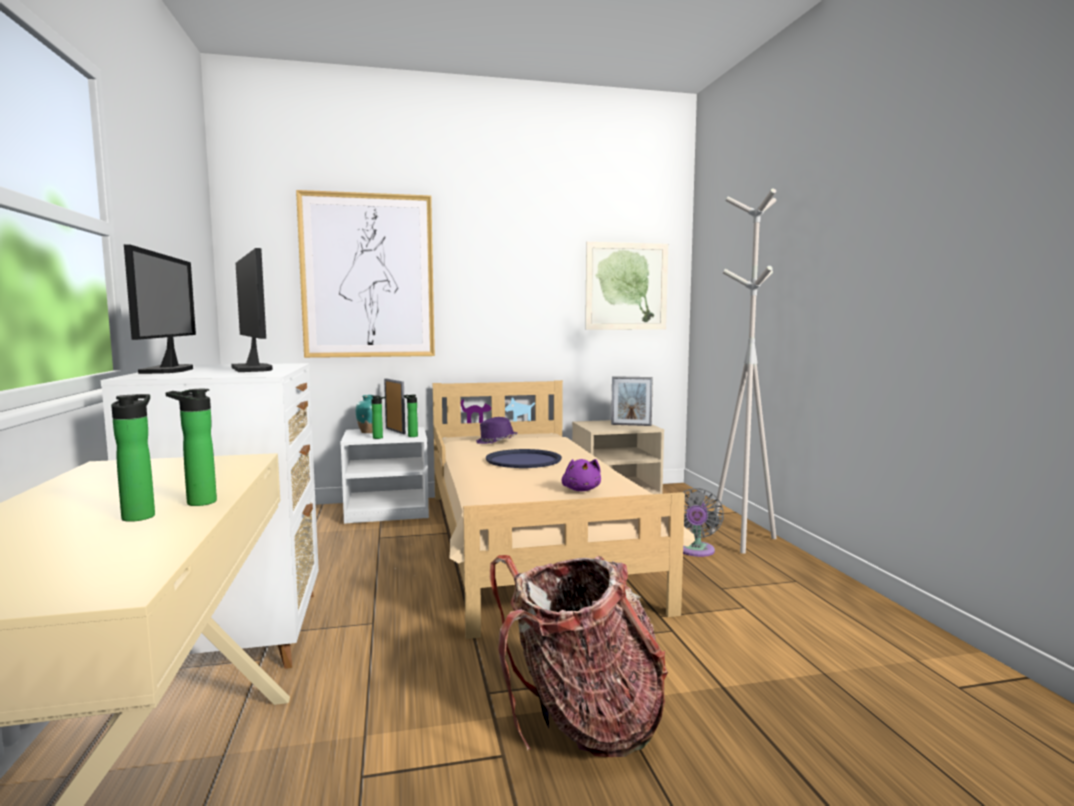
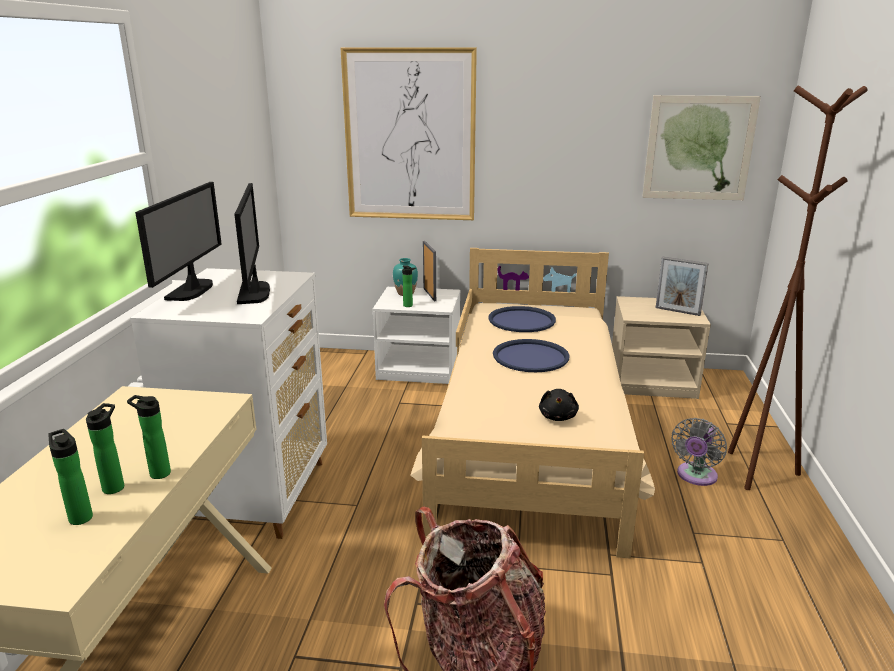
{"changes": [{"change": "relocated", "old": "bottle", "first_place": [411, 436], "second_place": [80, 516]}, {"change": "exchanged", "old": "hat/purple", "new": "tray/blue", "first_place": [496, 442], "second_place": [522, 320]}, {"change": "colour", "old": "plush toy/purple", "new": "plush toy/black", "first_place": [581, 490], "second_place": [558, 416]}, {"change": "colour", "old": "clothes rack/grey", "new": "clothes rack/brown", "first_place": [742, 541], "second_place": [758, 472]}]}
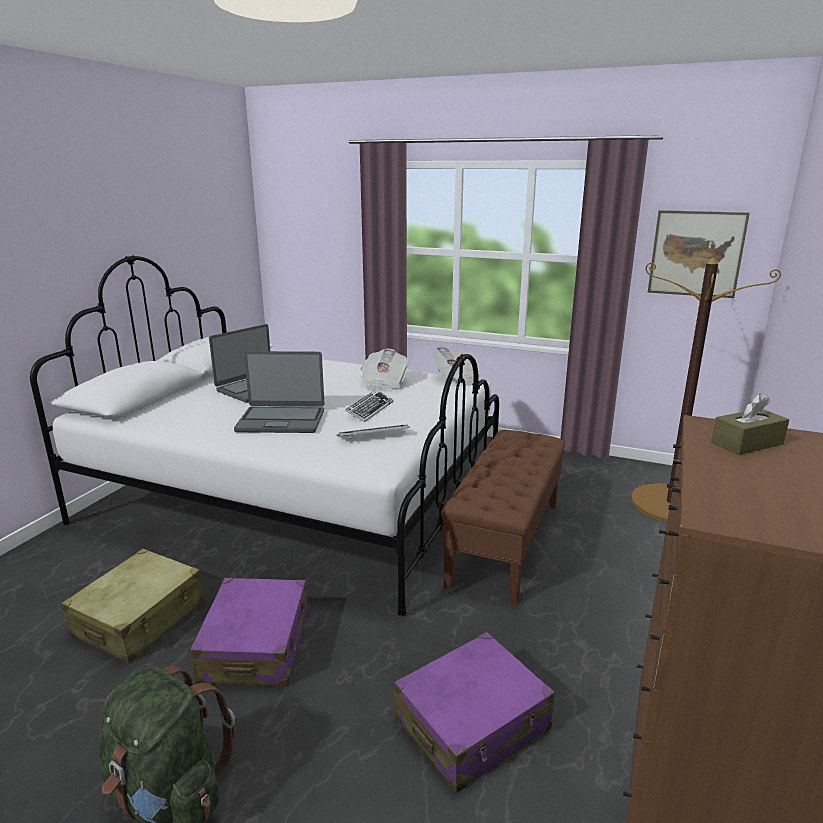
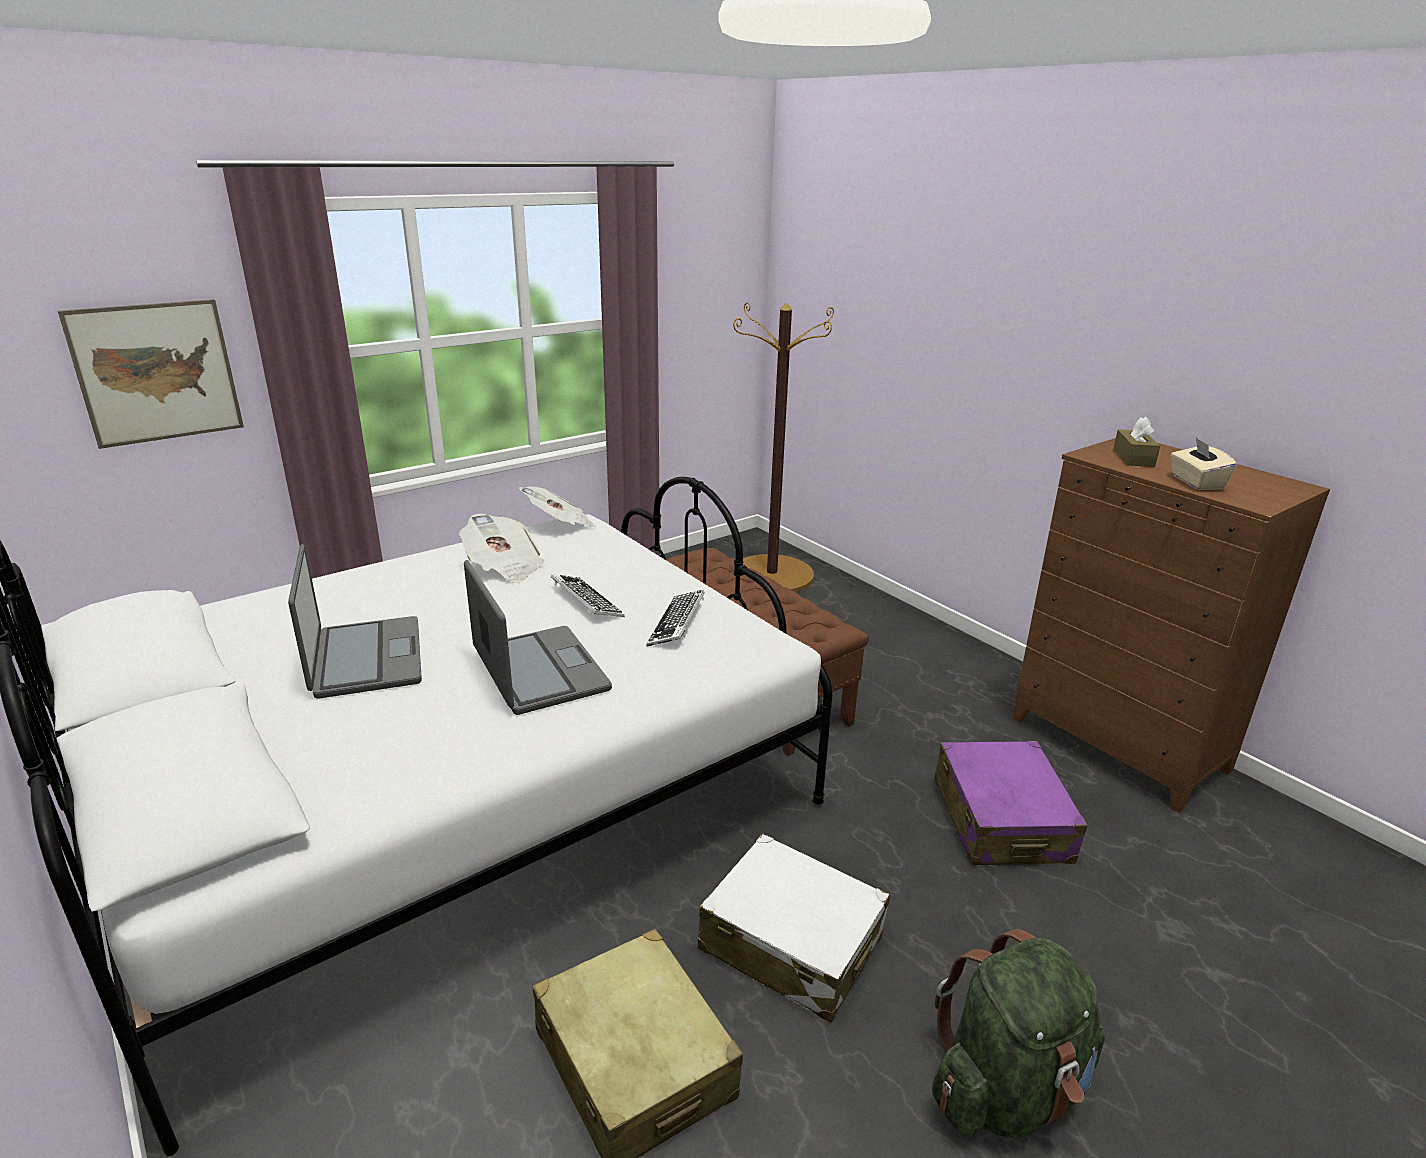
{"changes": [{"change": "relocated", "old": "picture", "first_place": [696, 254], "second_place": [157, 372]}, {"change": "spun", "old": "laptop", "first_place": [281, 420], "second_place": [539, 672], "degrees": -60}, {"change": "colour", "old": "suitcase/purple", "new": "suitcase/white", "first_place": [256, 646], "second_place": [791, 944]}, {"change": "appeared", "new": "tissue box/beige", "second_place": [1196, 482]}]}
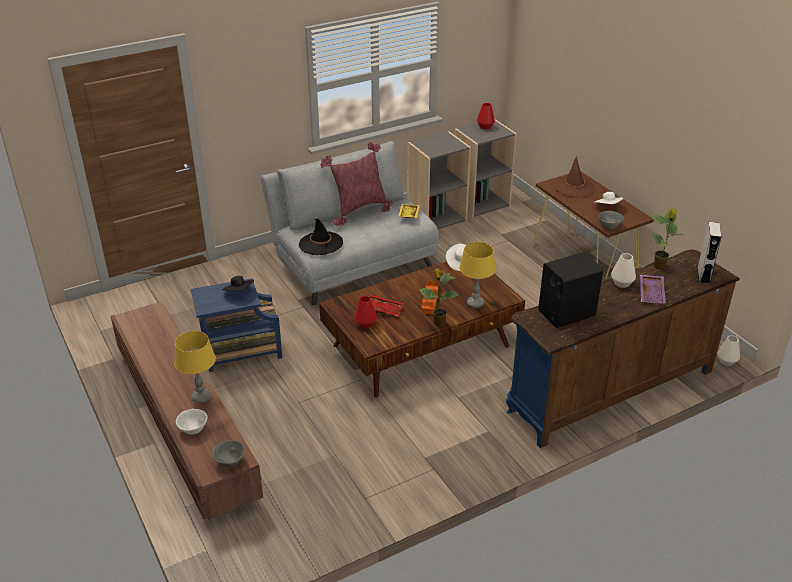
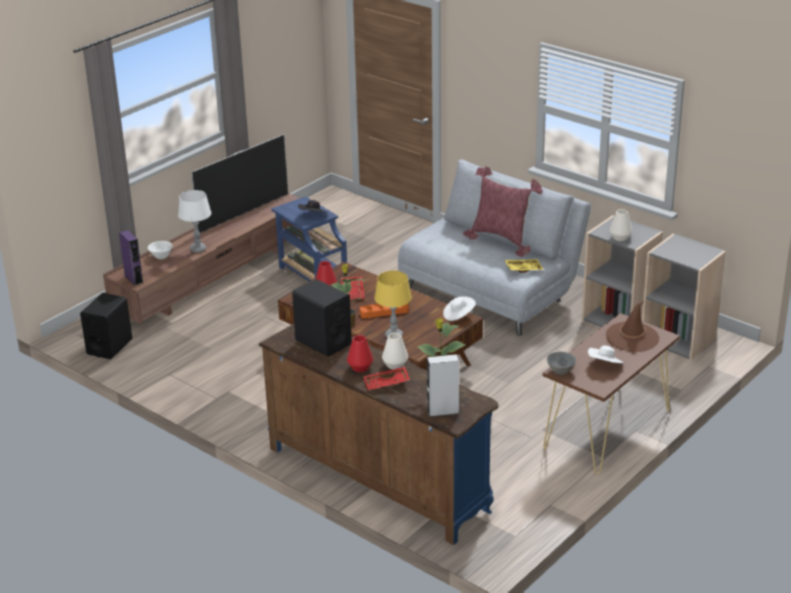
{"changes": [{"change": "appeared", "new": "speaker/black", "second_place": [109, 346]}, {"change": "exchanged", "old": "bowl/grey", "new": "speaker/purple", "first_place": [229, 461], "second_place": [134, 279]}, {"change": "colour", "old": "table lamp/yellow", "new": "table lamp/white", "first_place": [201, 397], "second_place": [198, 249]}, {"change": "appeared", "new": "television", "second_place": [243, 213]}, {"change": "relocated", "old": "vase/red", "first_place": [485, 126], "second_place": [360, 367]}, {"change": "colour", "old": "tray/purple", "new": "tray/red", "first_place": [652, 294], "second_place": [386, 384]}, {"change": "relocated", "old": "vase/white", "first_place": [726, 361], "second_place": [620, 237]}, {"change": "missing", "old": "hat/black", "first_place": [320, 243]}]}
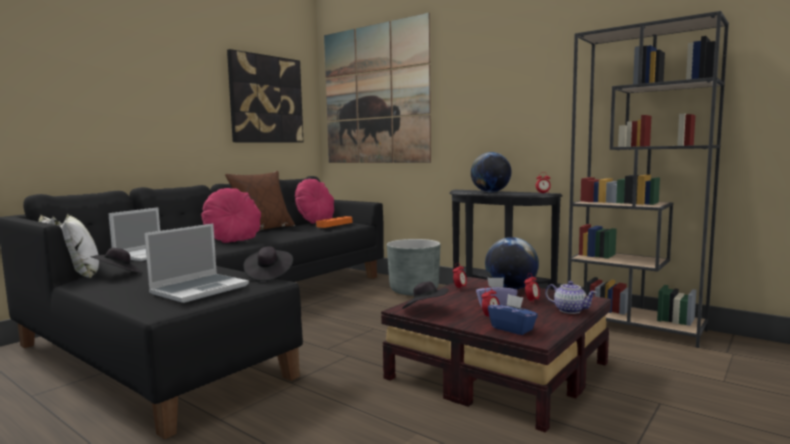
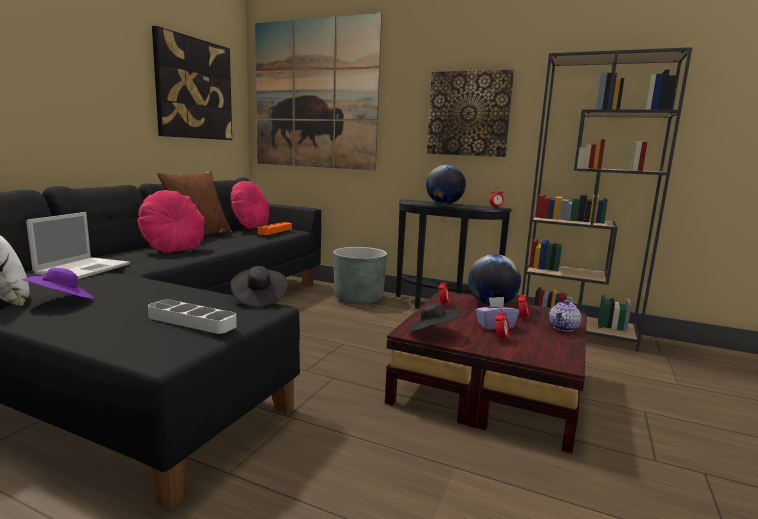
{"changes": [{"change": "colour", "old": "hat/black", "new": "hat/purple", "first_place": [119, 275], "second_place": [62, 301]}, {"change": "exchanged", "old": "laptop", "new": "tray/grey", "first_place": [200, 289], "second_place": [192, 321]}, {"change": "appeared", "new": "picture", "second_place": [468, 114]}, {"change": "spun", "old": "teapot", "first_place": [569, 310], "second_place": [564, 328], "degrees": 105}, {"change": "missing", "old": "tissue box/blue", "first_place": [512, 329]}]}
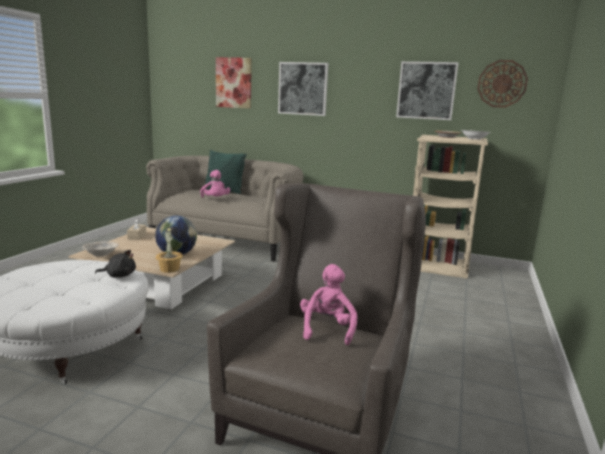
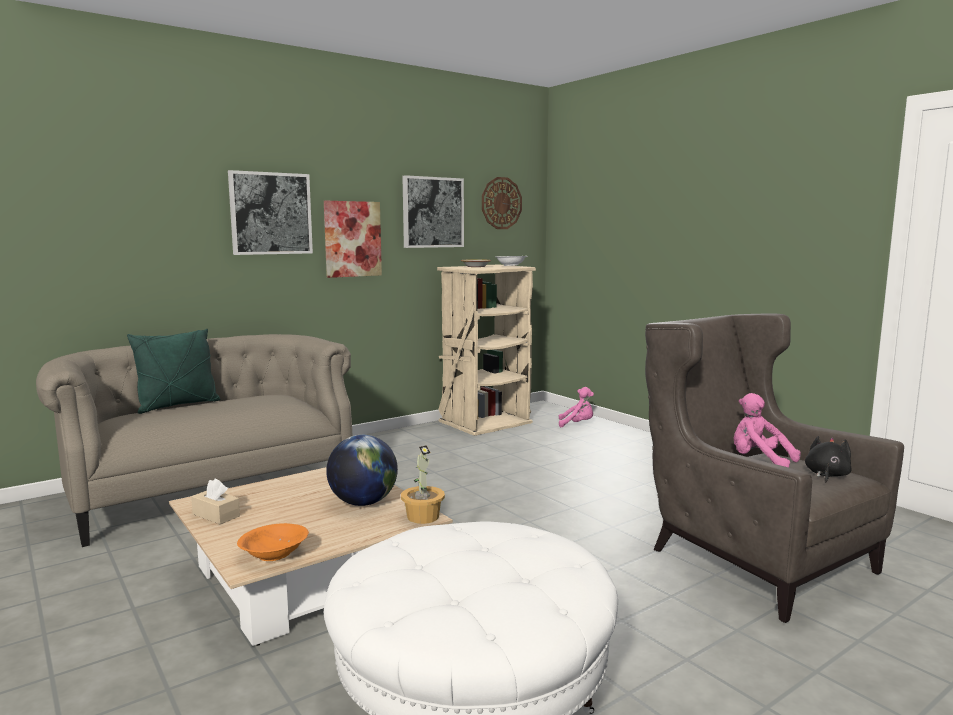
{"changes": [{"change": "colour", "old": "bowl/beige", "new": "bowl/orange", "first_place": [101, 255], "second_place": [274, 555]}, {"change": "relocated", "old": "picture", "first_place": [234, 83], "second_place": [352, 239]}, {"change": "relocated", "old": "plush toy/pink", "first_place": [215, 199], "second_place": [577, 424]}, {"change": "relocated", "old": "plush toy/black", "first_place": [119, 275], "second_place": [826, 475]}]}
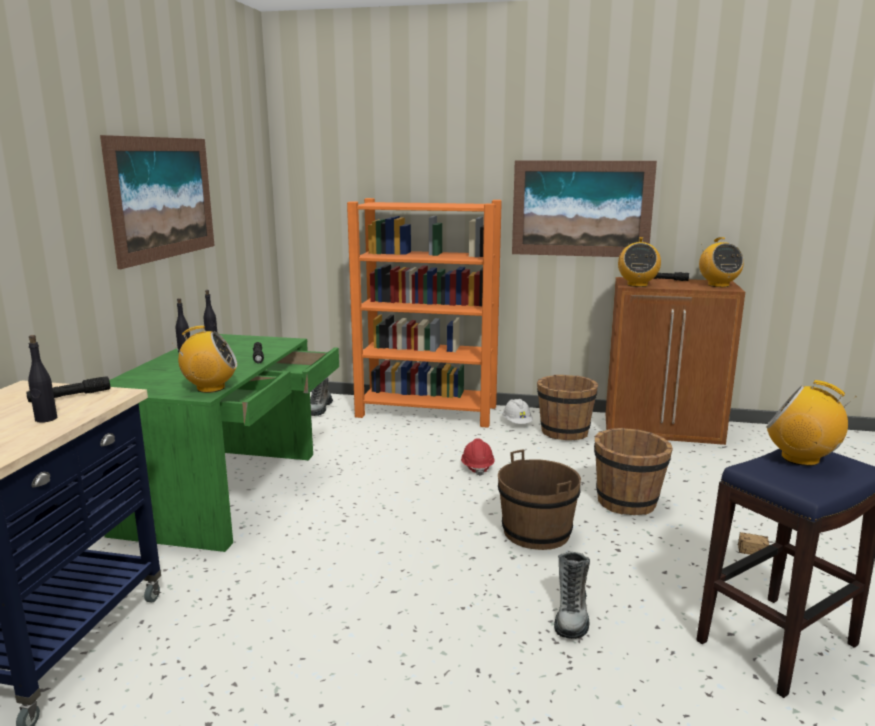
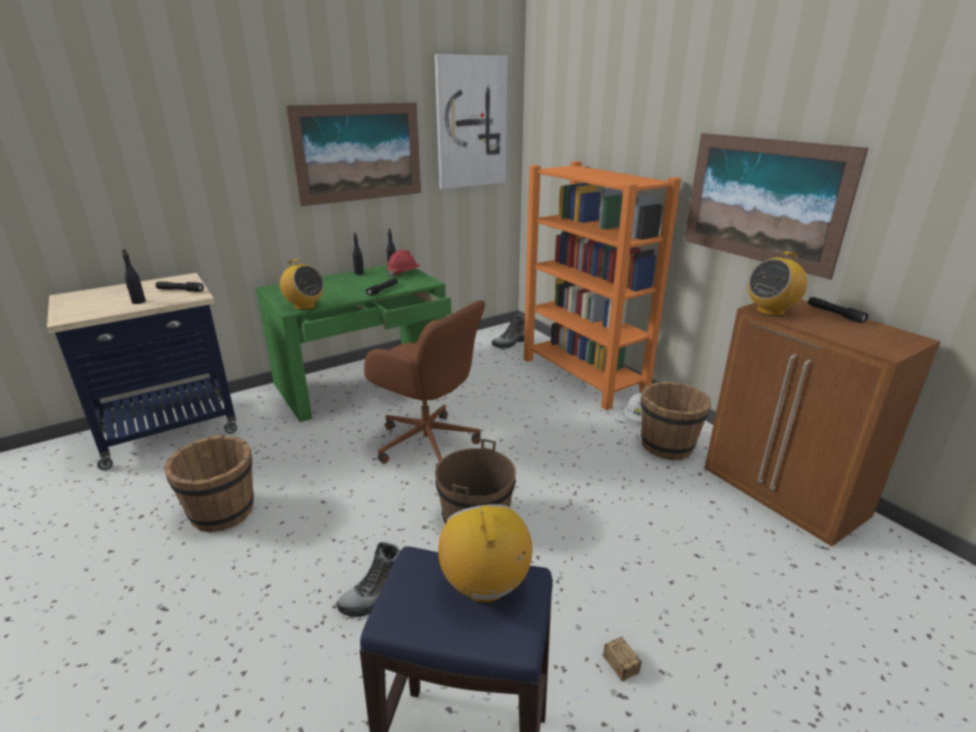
{"changes": [{"change": "relocated", "old": "bucket/brown", "first_place": [627, 502], "second_place": [222, 512]}, {"change": "appeared", "new": "office chair/brown", "second_place": [428, 444]}, {"change": "relocated", "old": "hard hat/red", "first_place": [477, 467], "second_place": [403, 274]}, {"change": "appeared", "new": "picture", "second_place": [471, 123]}, {"change": "missing", "old": "radio", "first_place": [718, 285]}]}
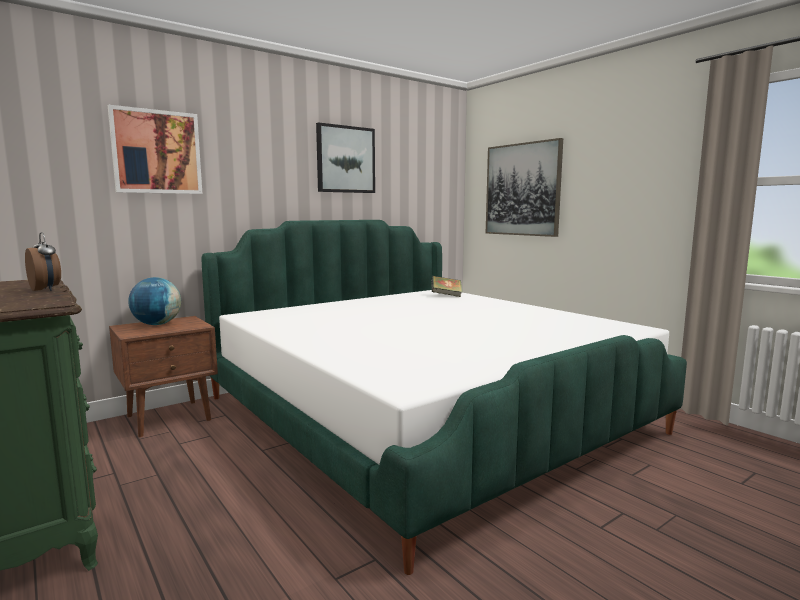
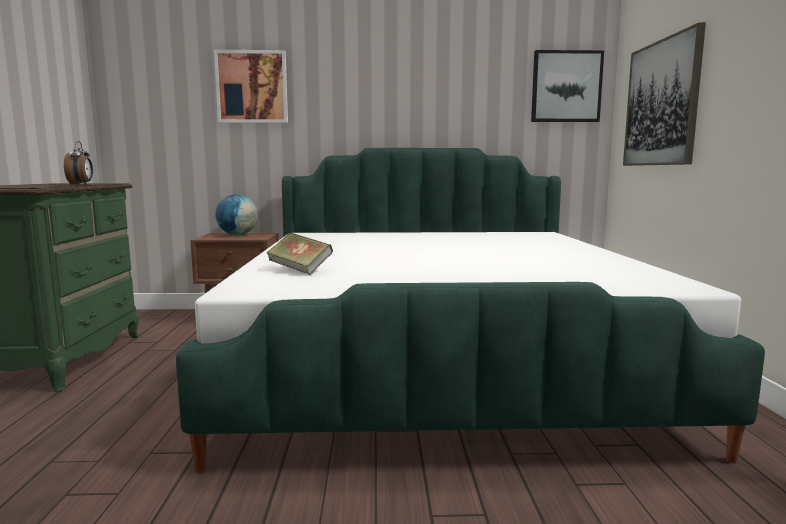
{"changes": [{"change": "relocated", "old": "book", "first_place": [446, 296], "second_place": [300, 270]}, {"change": "relocated", "old": "picture", "first_place": [345, 159], "second_place": [566, 87]}]}
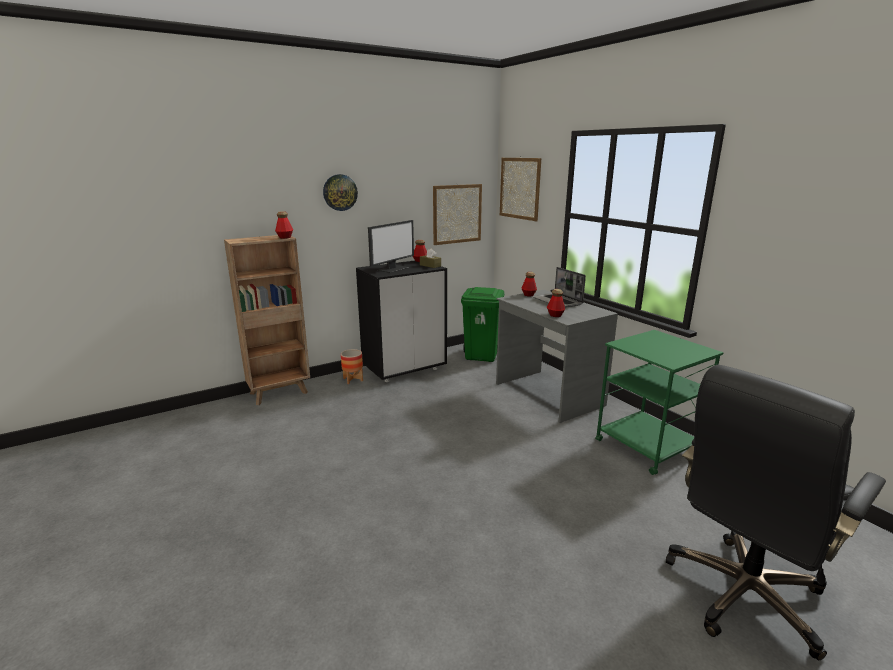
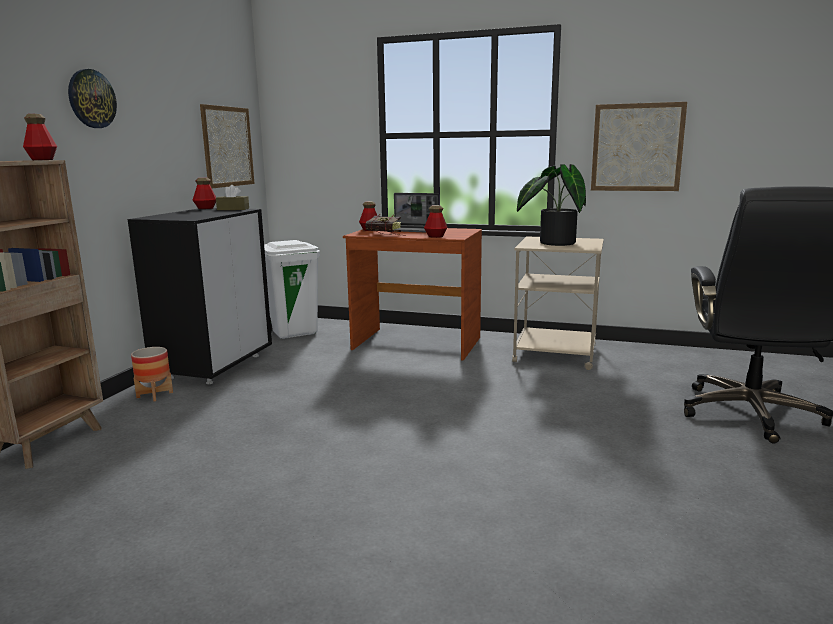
{"changes": [{"change": "colour", "old": "trash can/green", "new": "trash can/white", "first_place": [482, 356], "second_place": [294, 332]}, {"change": "colour", "old": "desk/grey", "new": "desk/brown", "first_place": [547, 394], "second_place": [416, 344]}, {"change": "appeared", "new": "book", "second_place": [387, 235]}, {"change": "colour", "old": "cart/green", "new": "cart/beige", "first_place": [648, 447], "second_place": [556, 354]}, {"change": "appeared", "new": "potted plant", "second_place": [552, 243]}, {"change": "relocated", "old": "picture", "first_place": [520, 187], "second_place": [637, 146]}, {"change": "missing", "old": "monitor", "first_place": [393, 269]}]}
